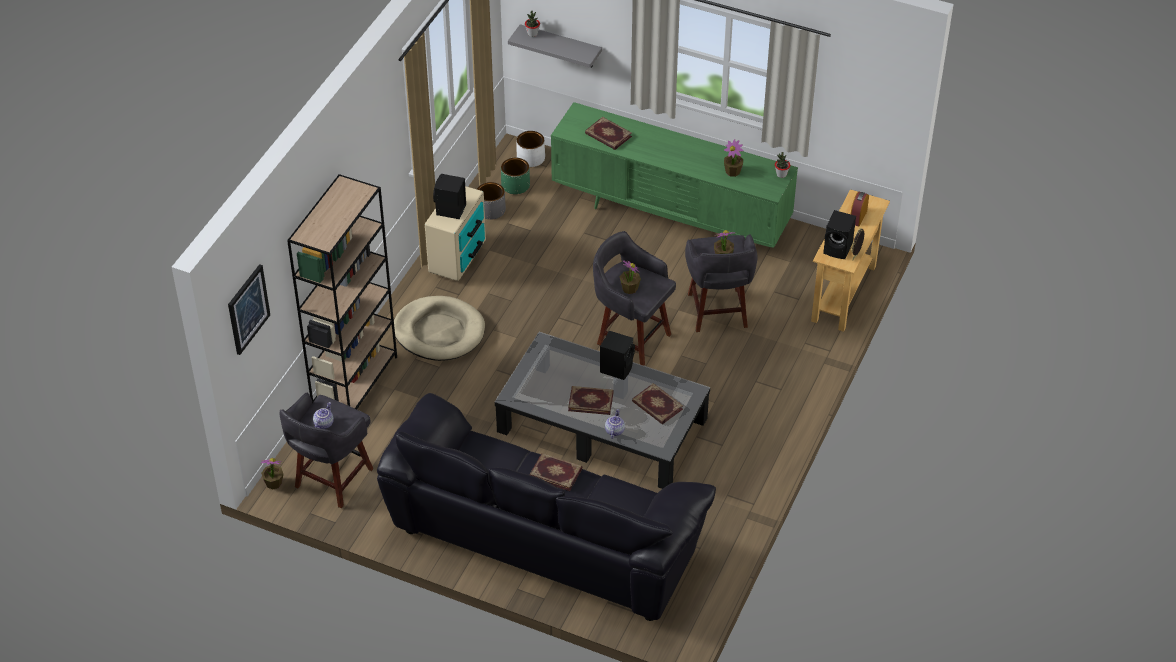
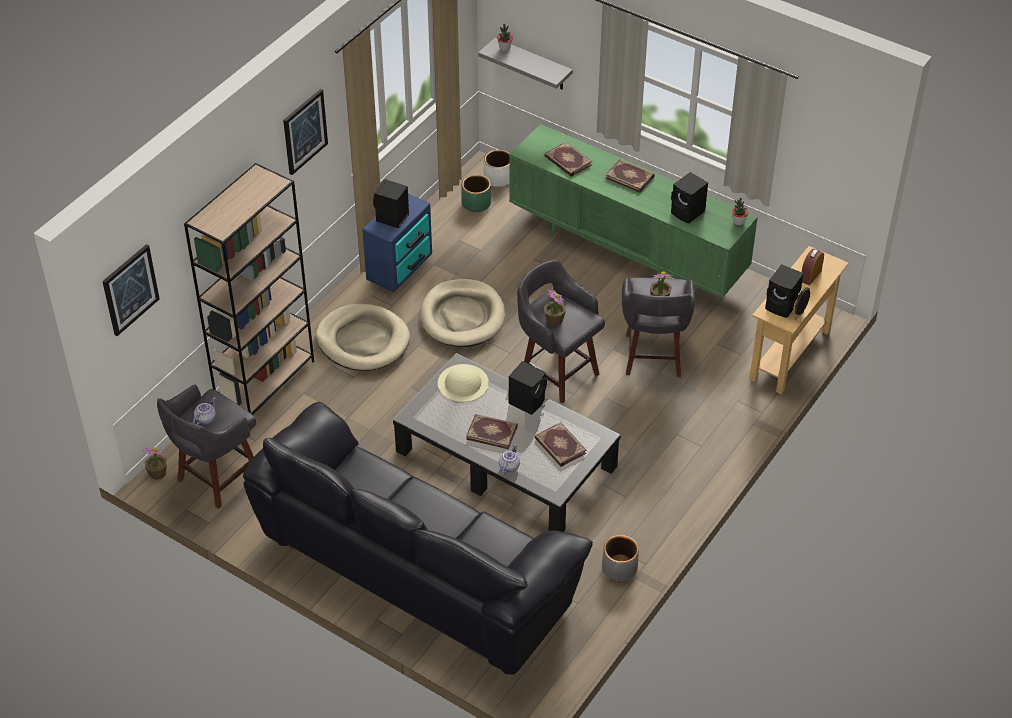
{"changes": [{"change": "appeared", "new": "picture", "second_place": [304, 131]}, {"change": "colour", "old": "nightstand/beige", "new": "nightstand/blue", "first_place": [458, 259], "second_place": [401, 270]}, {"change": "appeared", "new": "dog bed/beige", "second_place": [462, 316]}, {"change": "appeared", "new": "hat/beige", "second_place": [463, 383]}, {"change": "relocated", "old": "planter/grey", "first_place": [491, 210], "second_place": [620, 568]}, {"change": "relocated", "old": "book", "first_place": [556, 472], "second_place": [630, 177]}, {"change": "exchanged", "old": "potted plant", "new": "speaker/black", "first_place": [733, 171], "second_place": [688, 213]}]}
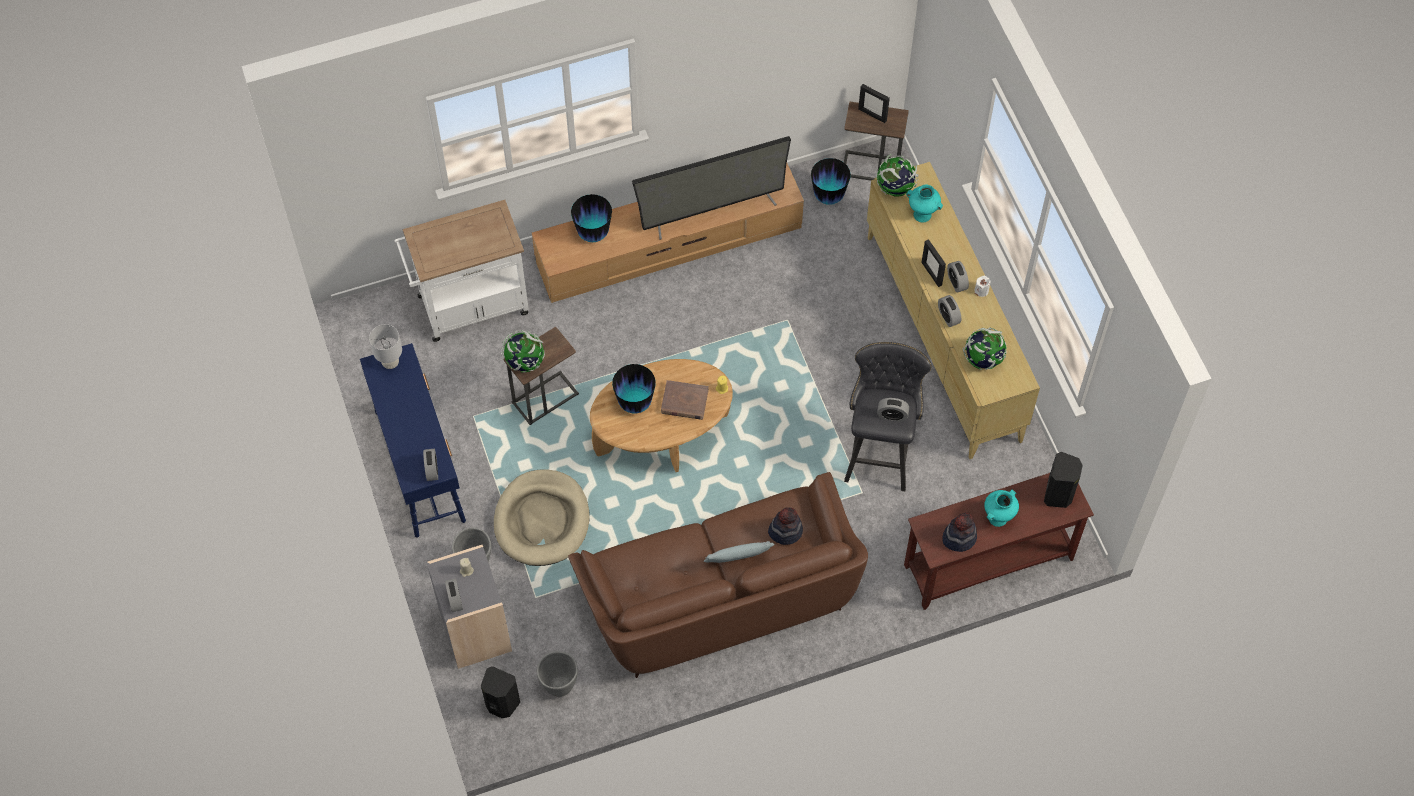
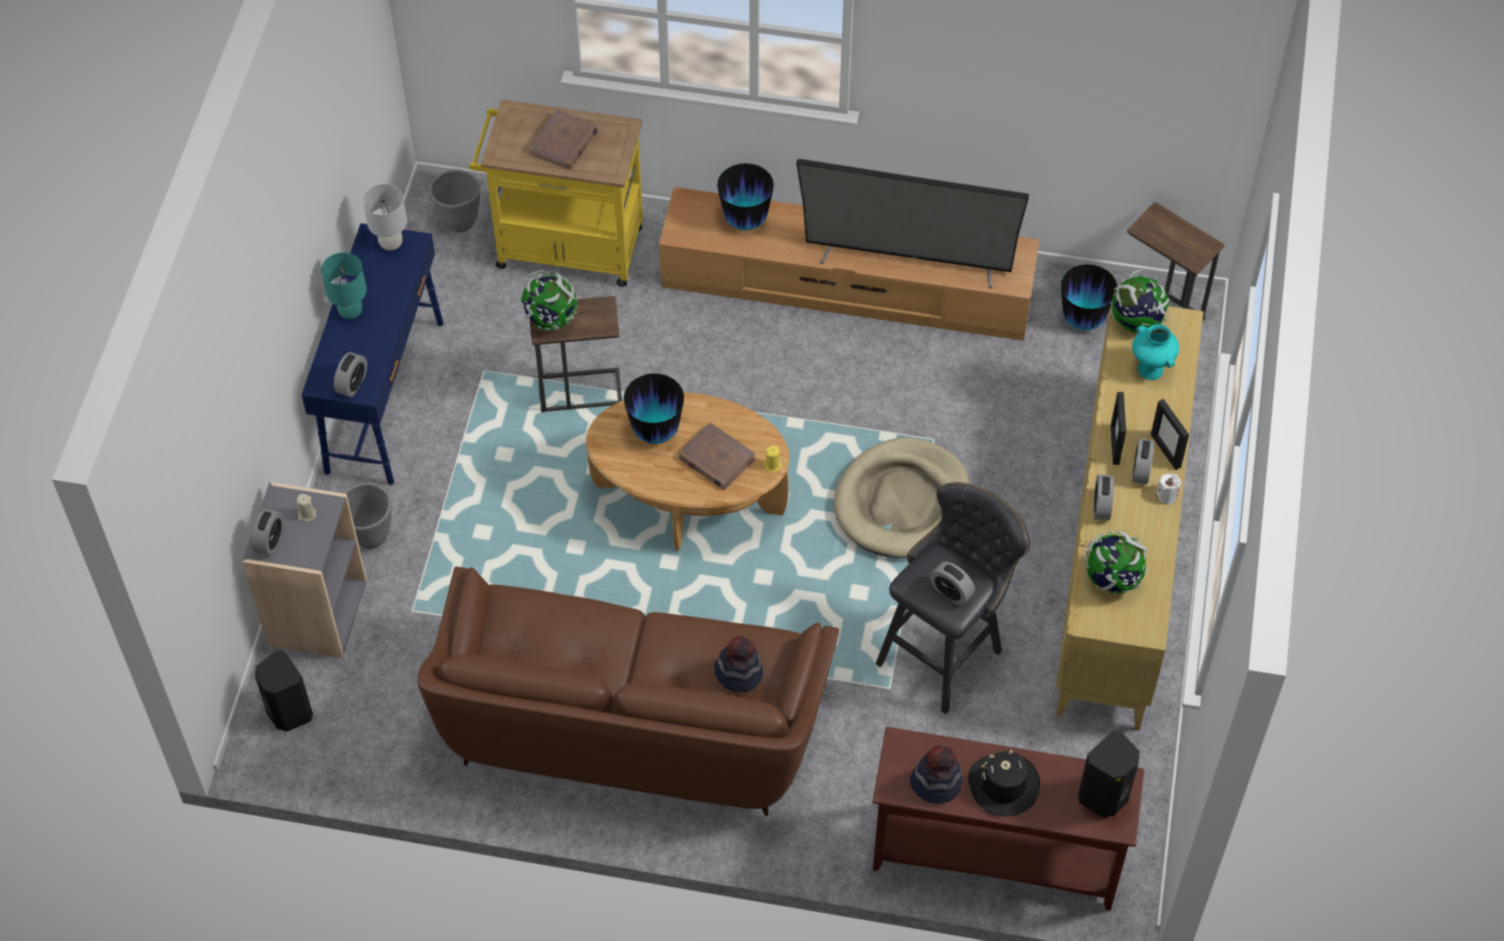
{"changes": [{"change": "appeared", "new": "table lamp/turquoise", "second_place": [349, 312]}, {"change": "relocated", "old": "planter/grey", "first_place": [559, 685], "second_place": [459, 221]}, {"change": "colour", "old": "cart/white", "new": "cart/yellow", "first_place": [470, 306], "second_place": [565, 248]}, {"change": "appeared", "new": "book/brown", "second_place": [564, 142]}, {"change": "relocated", "old": "dog bed/beige", "first_place": [542, 520], "second_place": [902, 502]}, {"change": "exchanged", "old": "vase/turquoise", "new": "hat/black", "first_place": [998, 518], "second_place": [1003, 785]}, {"change": "relocated", "old": "picture frame", "first_place": [872, 114], "second_place": [1166, 450]}, {"change": "missing", "old": "pillow/blue", "first_place": [738, 561]}]}
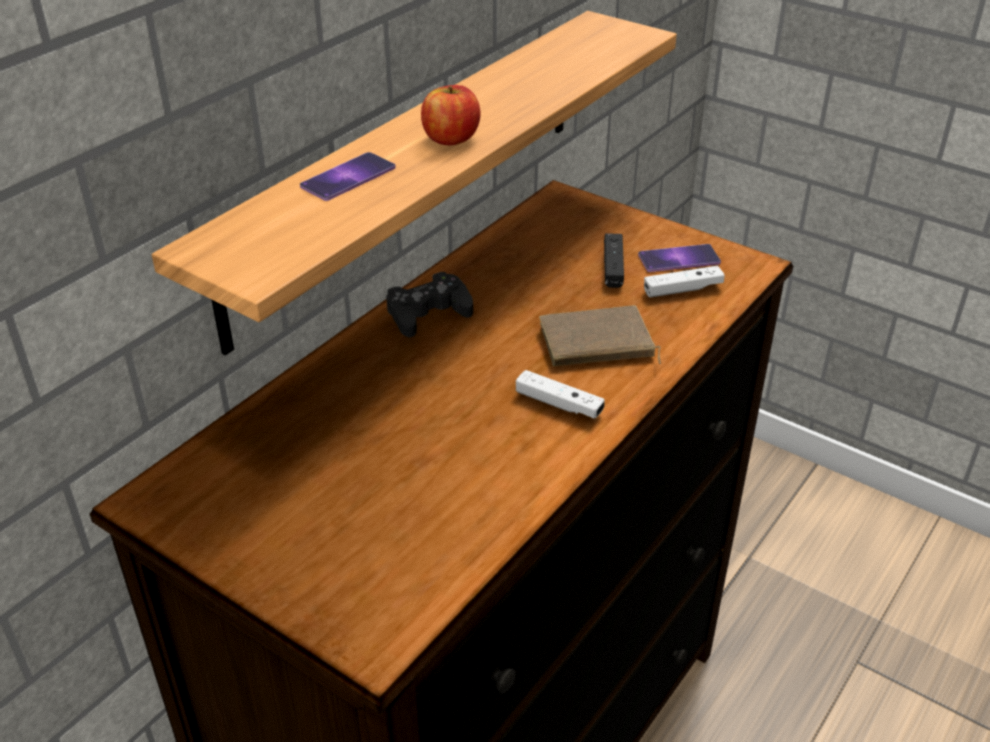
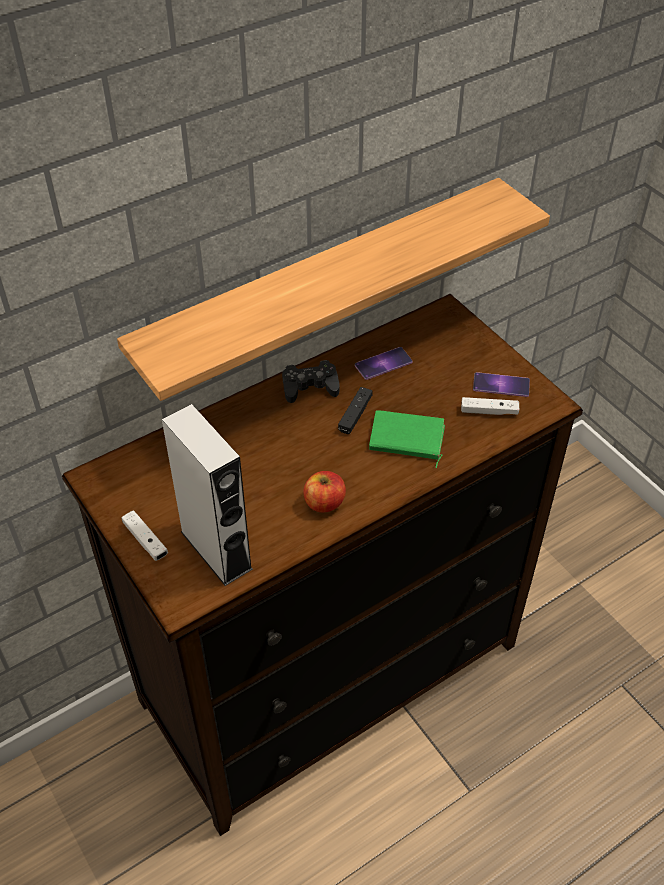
{"changes": [{"change": "relocated", "old": "game controller/white", "first_place": [559, 404], "second_place": [145, 540]}, {"change": "appeared", "new": "speaker/grey", "second_place": [216, 550]}, {"change": "relocated", "old": "apple", "first_place": [451, 138], "second_place": [324, 502]}, {"change": "relocated", "old": "game controller/black", "first_place": [613, 267], "second_place": [355, 415]}, {"change": "relocated", "old": "phone", "first_place": [348, 177], "second_place": [383, 363]}, {"change": "colour", "old": "book/brown", "new": "book/green", "first_place": [596, 344], "second_place": [406, 440]}]}
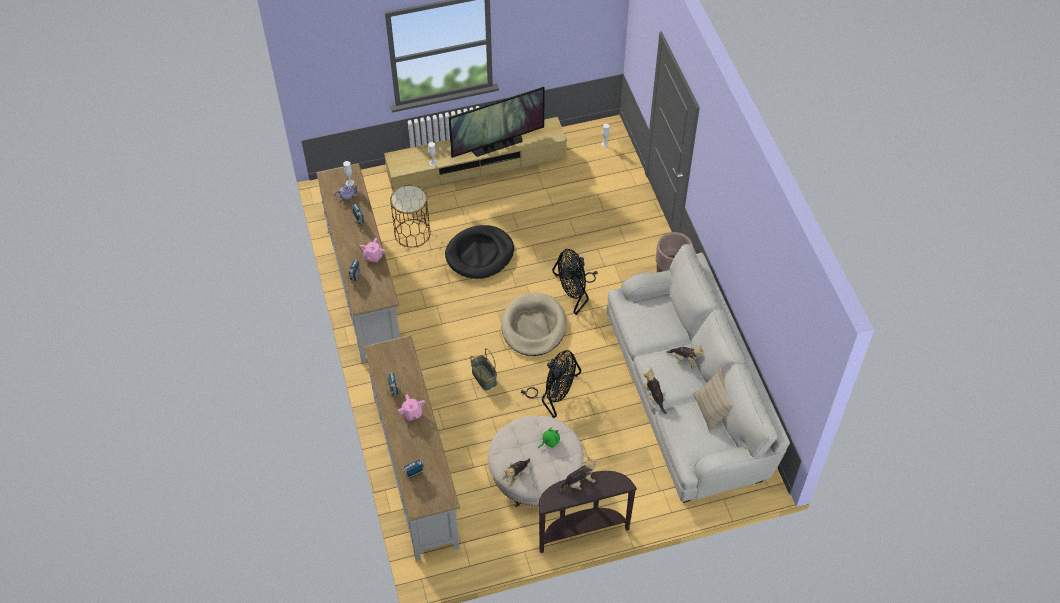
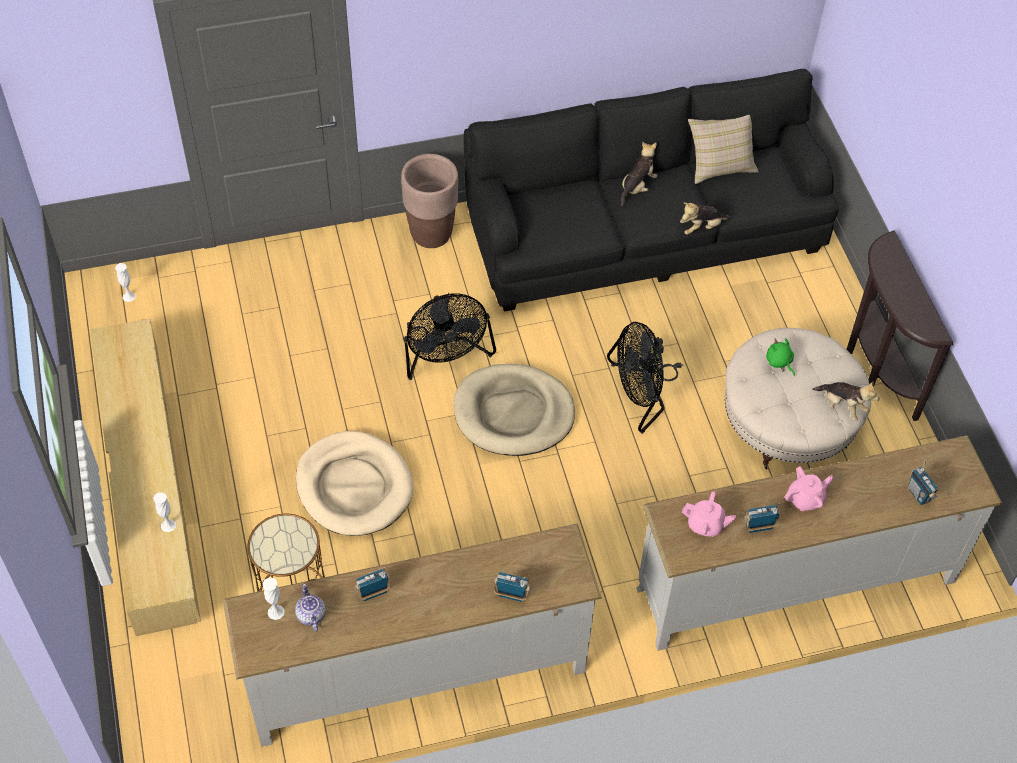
{"changes": [{"change": "colour", "old": "dog bed/black", "new": "dog bed/beige", "first_place": [480, 254], "second_place": [354, 486]}, {"change": "colour", "old": "sofa/white", "new": "sofa/black", "first_place": [687, 397], "second_place": [643, 232]}, {"change": "spun", "old": "fan/black", "first_place": [554, 393], "second_place": [642, 391], "degrees": -135}, {"change": "relocated", "old": "teapot/pink", "first_place": [373, 256], "second_place": [706, 525]}, {"change": "missing", "old": "television", "first_place": [497, 145]}, {"change": "missing", "old": "basket", "first_place": [484, 377]}, {"change": "missing", "old": "plush toy", "first_place": [579, 482]}]}
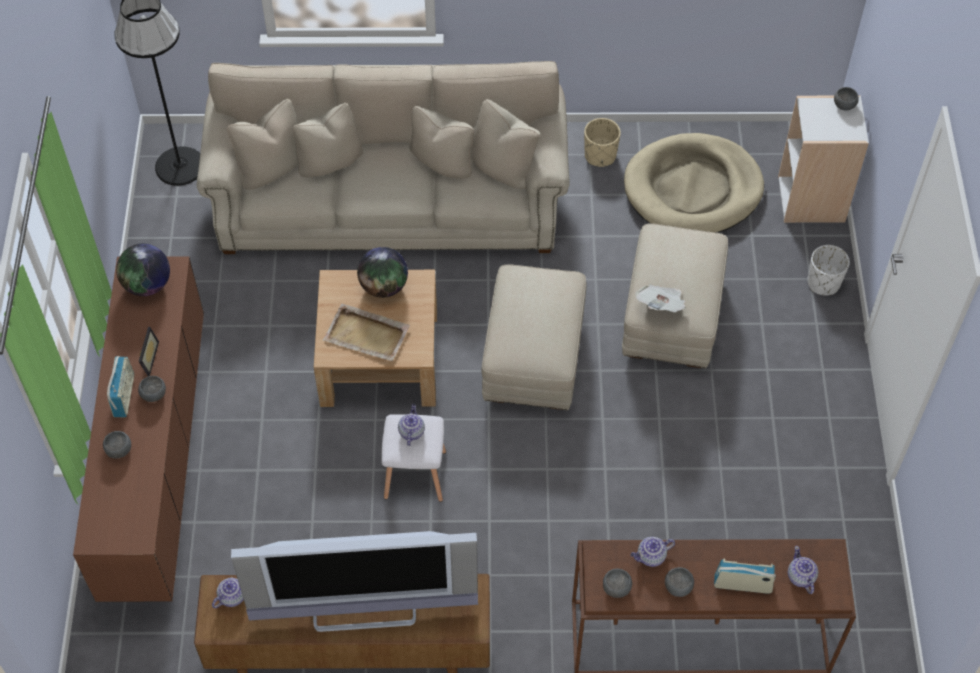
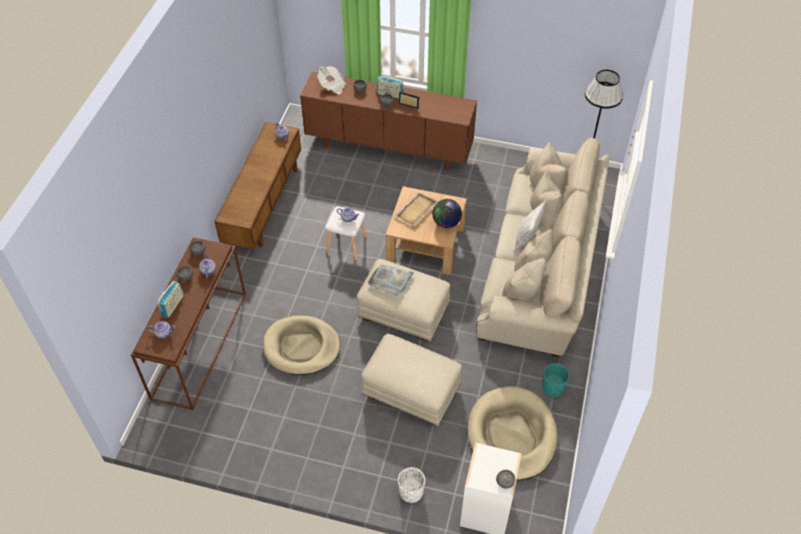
{"changes": [{"change": "appeared", "new": "dog bed/beige", "second_place": [301, 347]}, {"change": "relocated", "old": "newspaper", "first_place": [661, 305], "second_place": [332, 86]}, {"change": "appeared", "new": "tray/grey", "second_place": [390, 281]}, {"change": "appeared", "new": "pillow", "second_place": [527, 239]}, {"change": "colour", "old": "planter/beige", "new": "planter/turquoise", "first_place": [600, 155], "second_place": [553, 387]}, {"change": "missing", "old": "globe", "first_place": [147, 285]}, {"change": "missing", "old": "television", "first_place": [365, 609]}]}
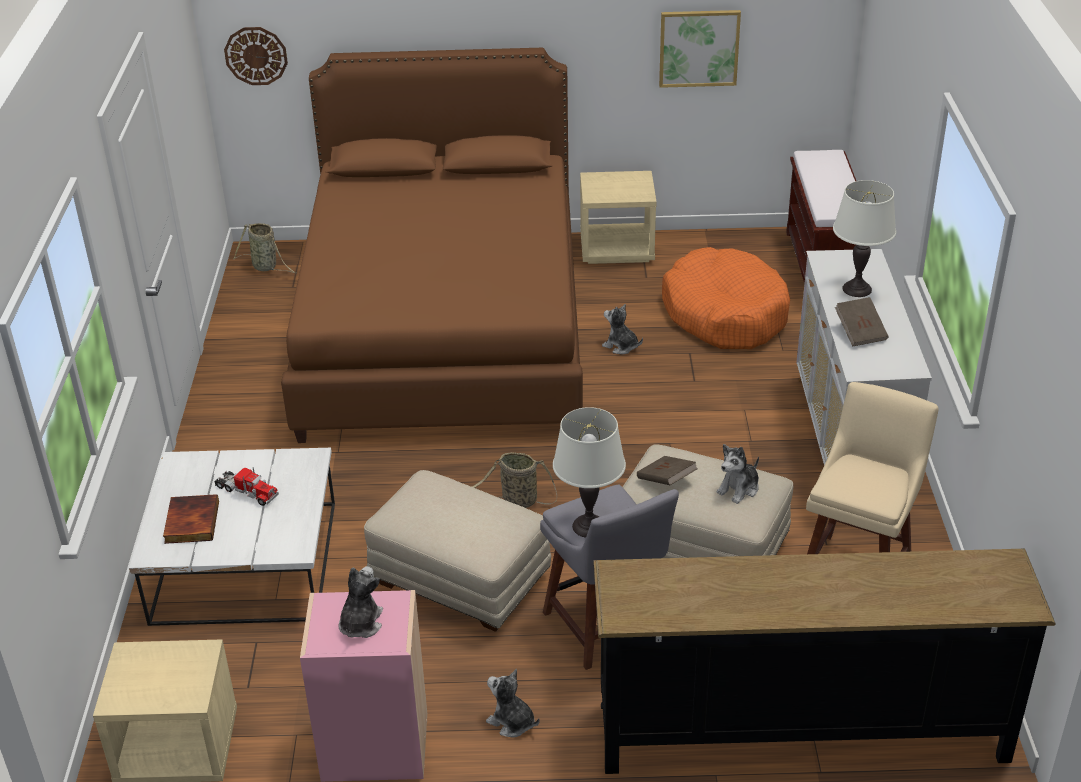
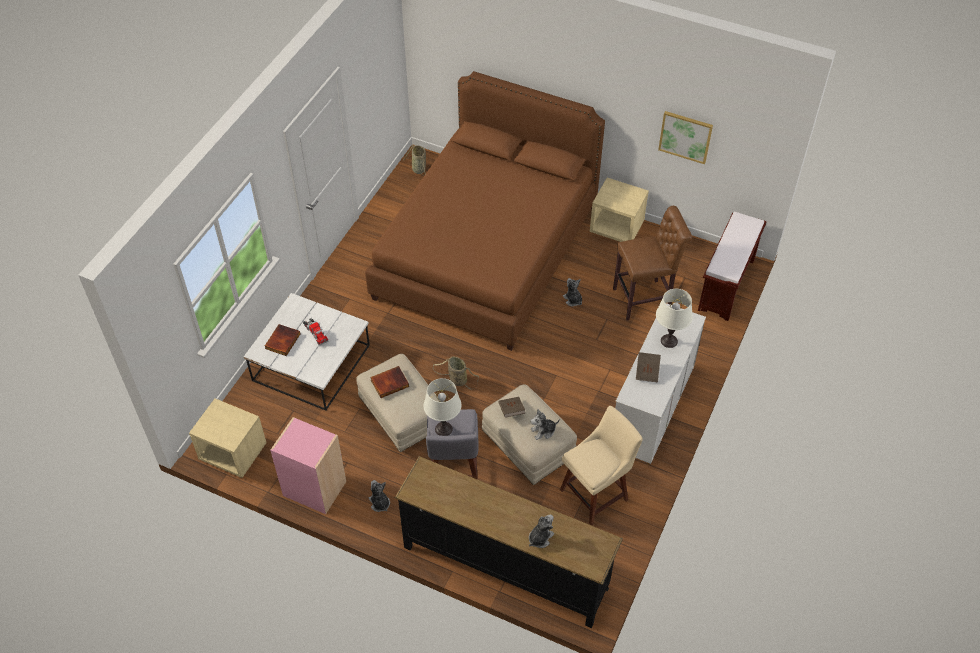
{"changes": [{"change": "appeared", "new": "book", "second_place": [389, 382]}, {"change": "relocated", "old": "plush toy", "first_place": [360, 624], "second_place": [540, 538]}, {"change": "exchanged", "old": "dog bed/orange", "new": "stool/brown", "first_place": [725, 314], "second_place": [645, 299]}, {"change": "missing", "old": "wall clock", "first_place": [256, 55]}]}
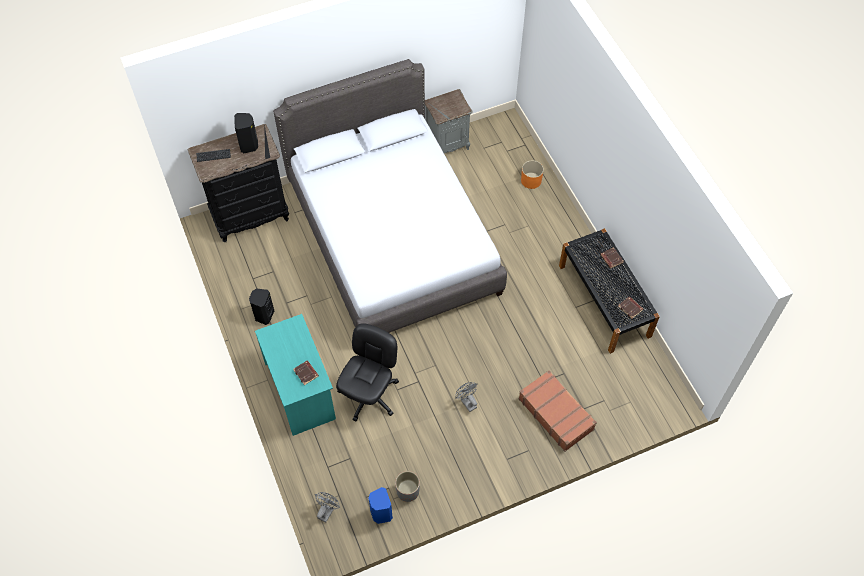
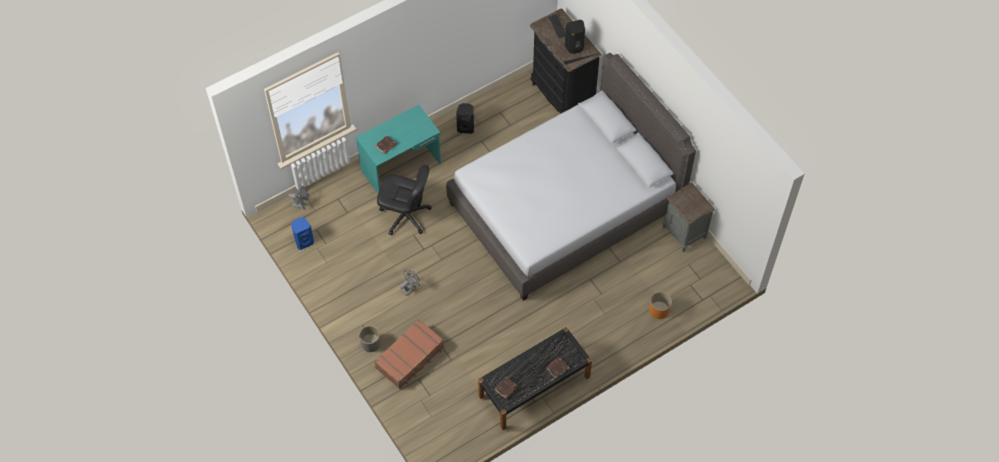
{"changes": [{"change": "relocated", "old": "planter/grey", "first_place": [407, 491], "second_place": [371, 344]}]}
